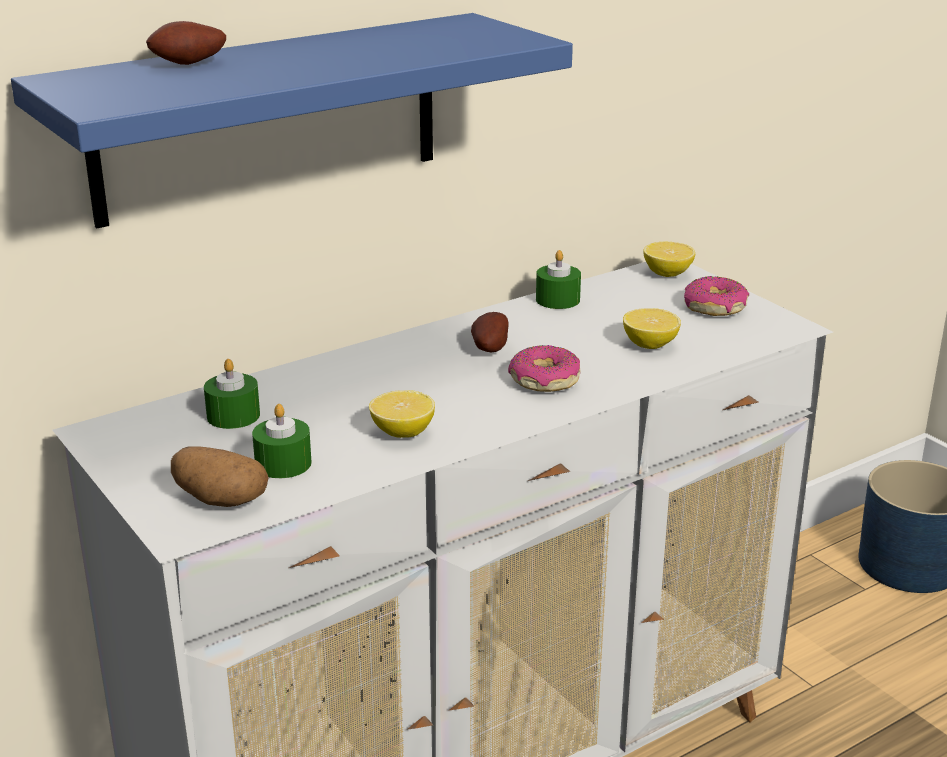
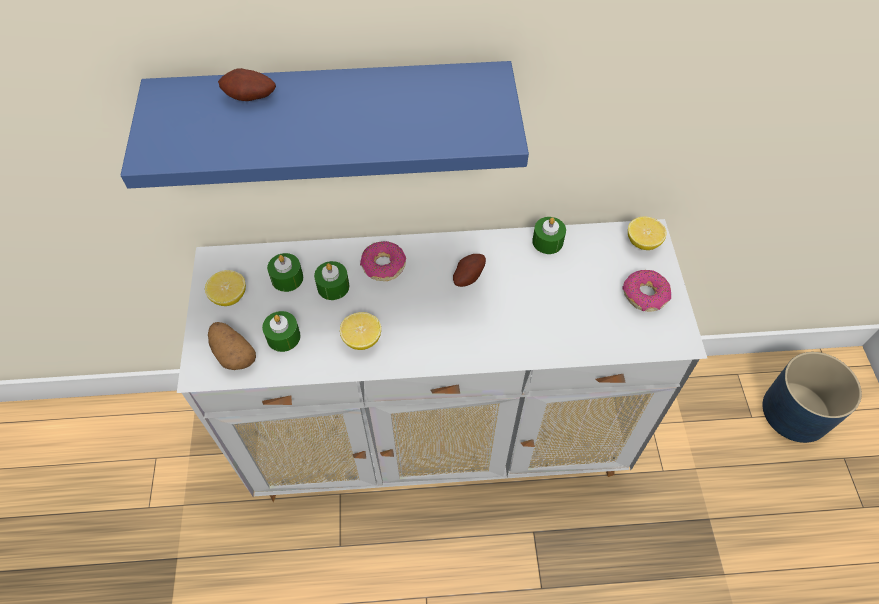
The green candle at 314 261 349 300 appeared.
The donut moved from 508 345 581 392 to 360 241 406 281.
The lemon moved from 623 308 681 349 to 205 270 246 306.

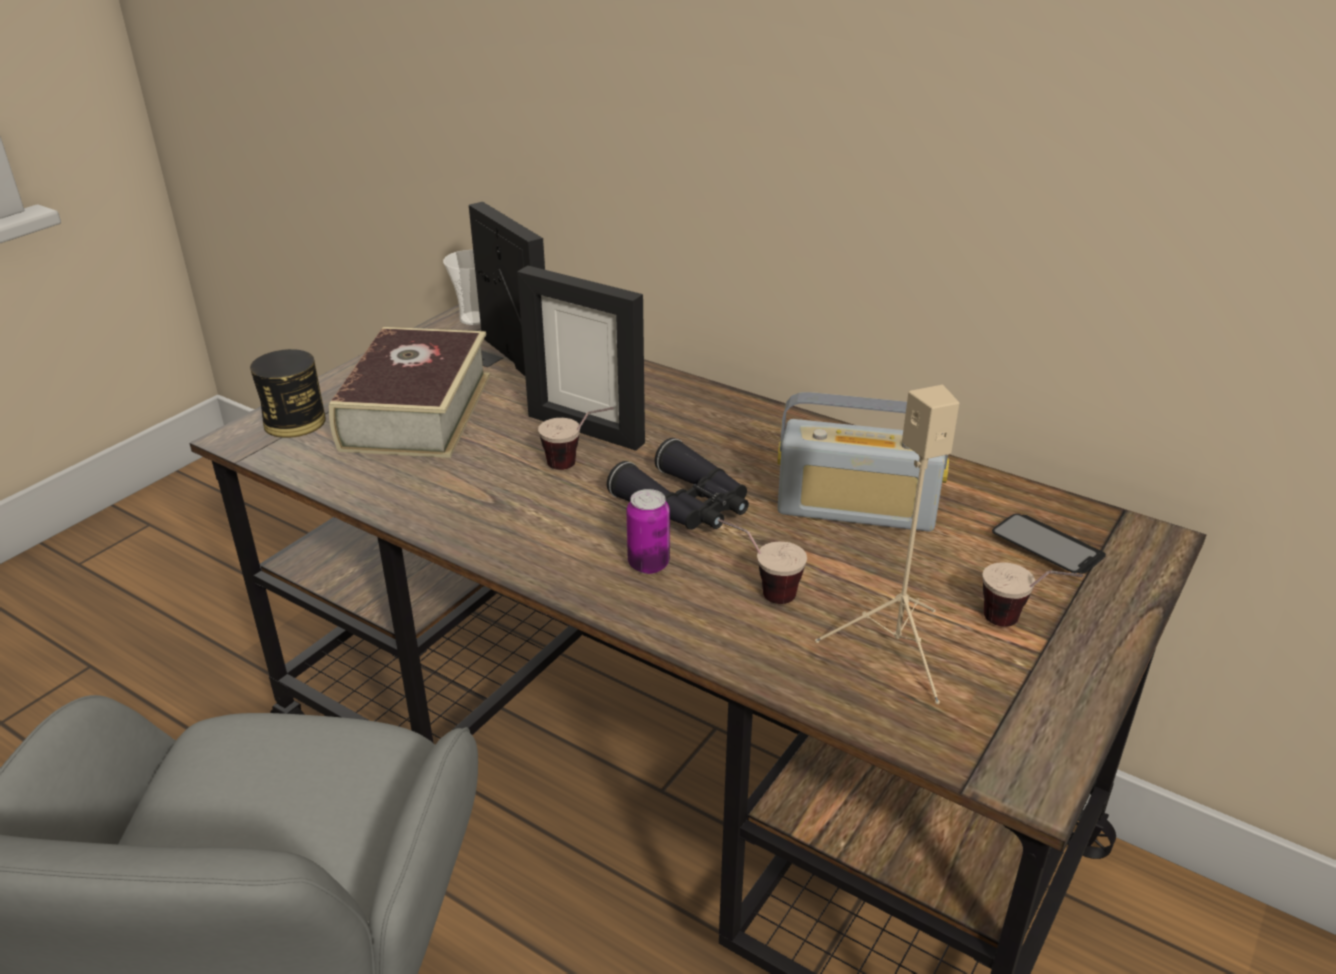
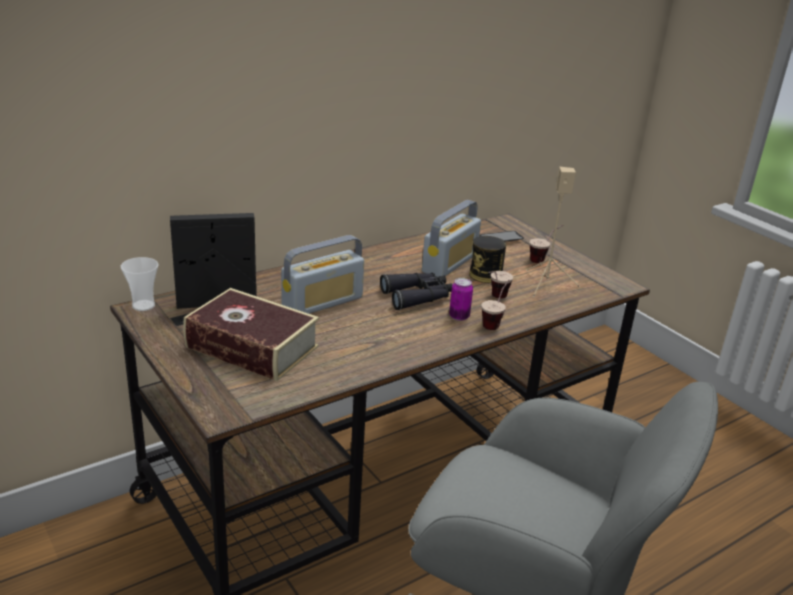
The can moved from 250 349 326 438 to 469 236 506 283.
The cup moved from 538 407 614 470 to 481 280 510 330.
The picture frame at 517 266 645 451 was replaced by the radio at 281 235 364 314.

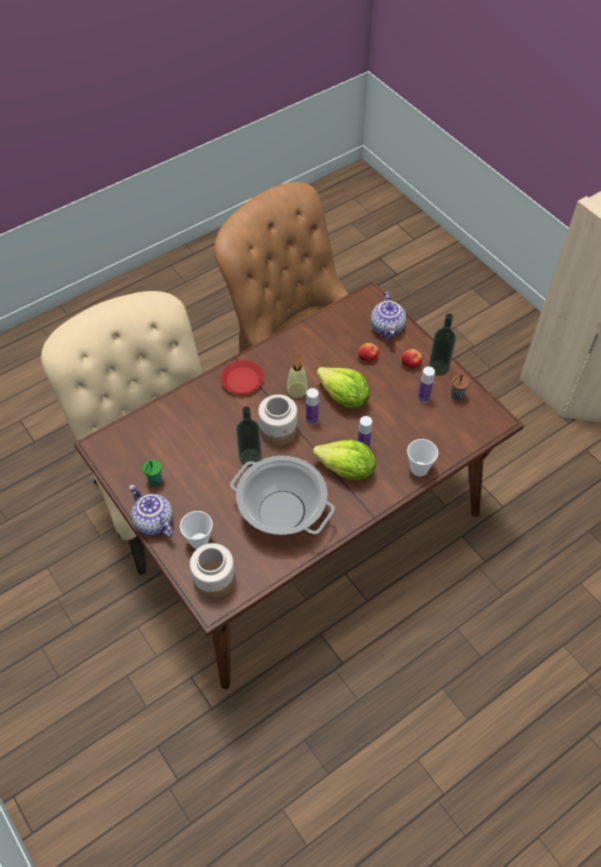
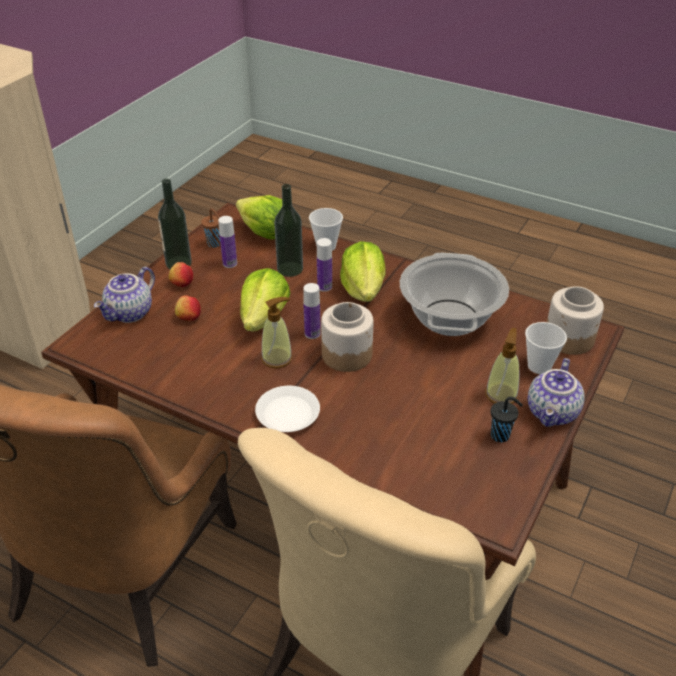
The lettuce at 236 195 282 240 appeared.
The soap dispenser at 485 328 519 404 appeared.
The bottle moved from 236 406 262 467 to 274 184 303 277.
The green cup at 143 460 162 486 became the black cup at 491 396 523 442.
The red plate at 221 360 264 394 became the white plate at 255 386 320 432.
The teapot at 371 292 406 339 turned 150 degrees clockwise.

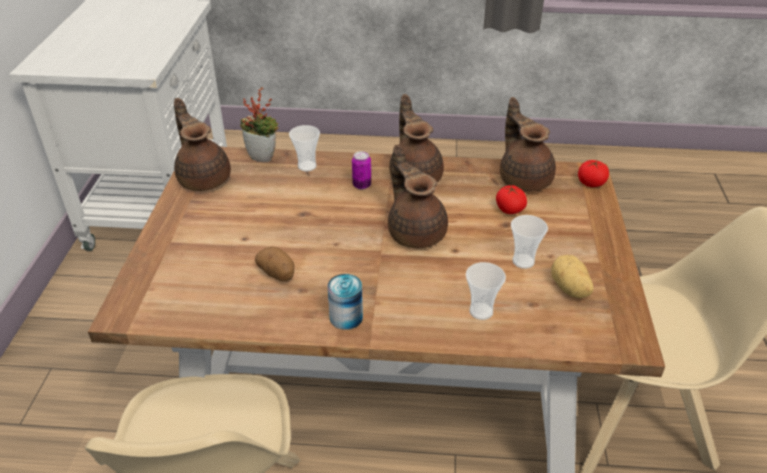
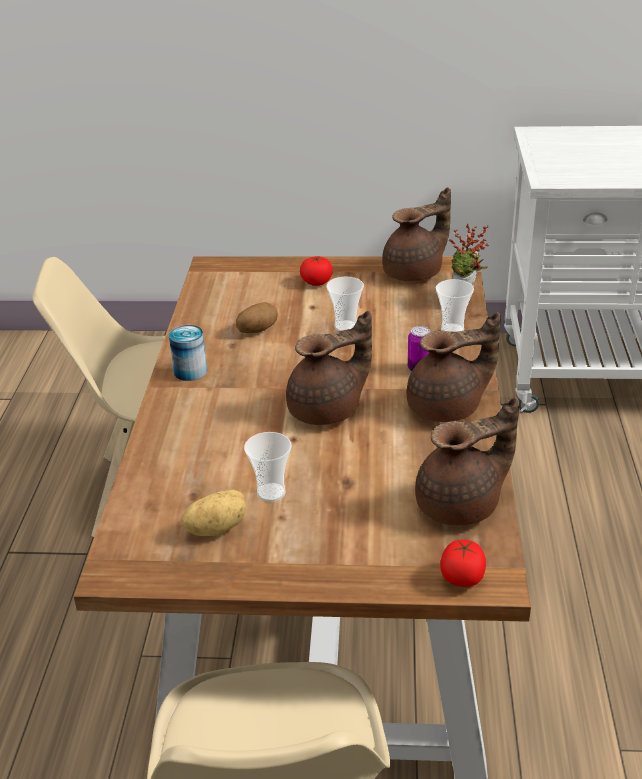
The cup moved from 466 262 506 320 to 326 277 364 331.
The tomato moved from 496 185 527 214 to 300 256 333 286.

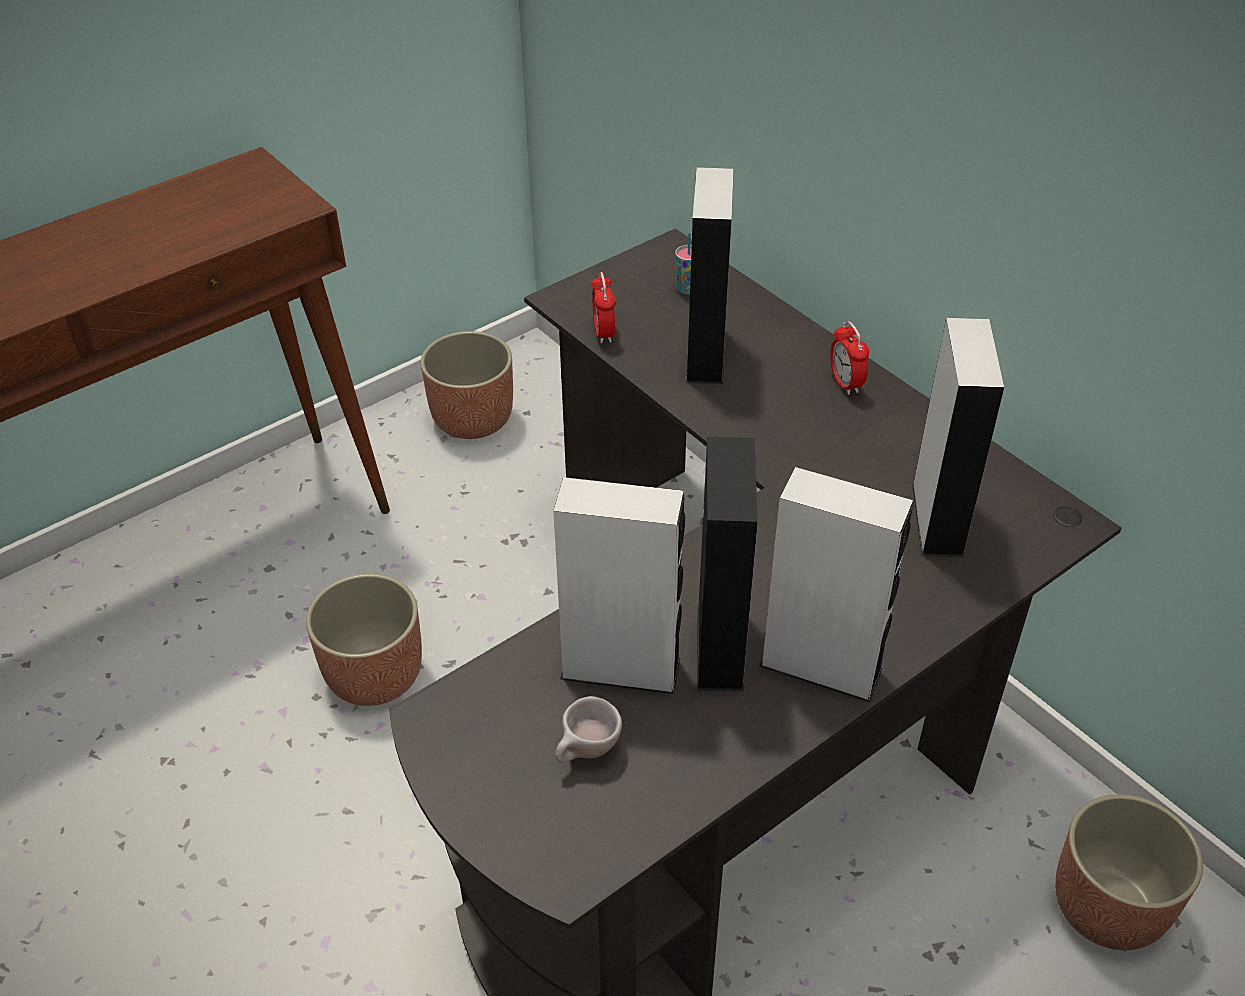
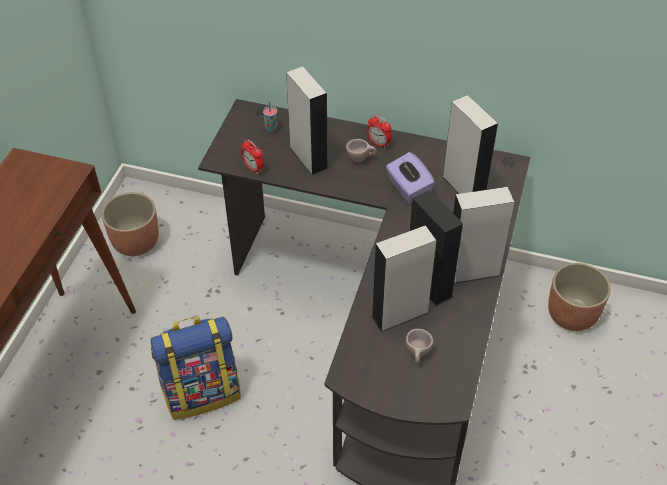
The beige cup at 346 139 376 162 appeared.
The purple tissue box at 386 152 435 204 appeared.
The planter at 306 574 422 706 was replaced by the backpack at 151 316 241 420.

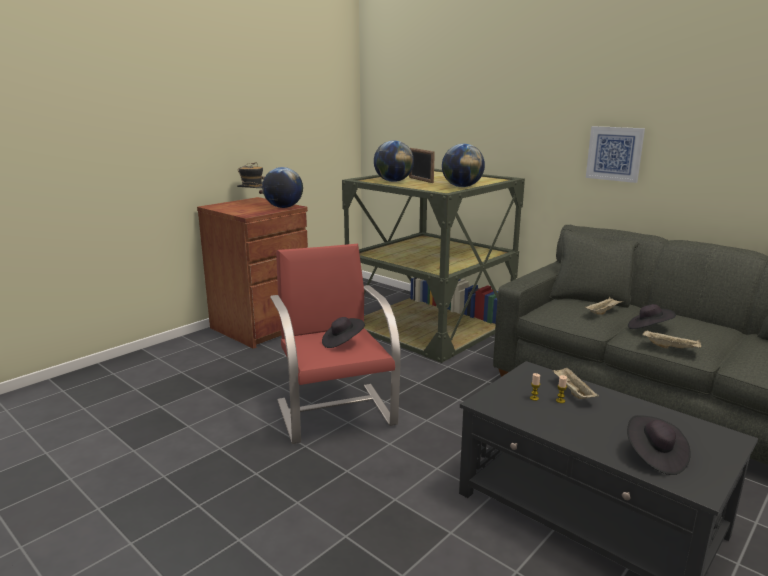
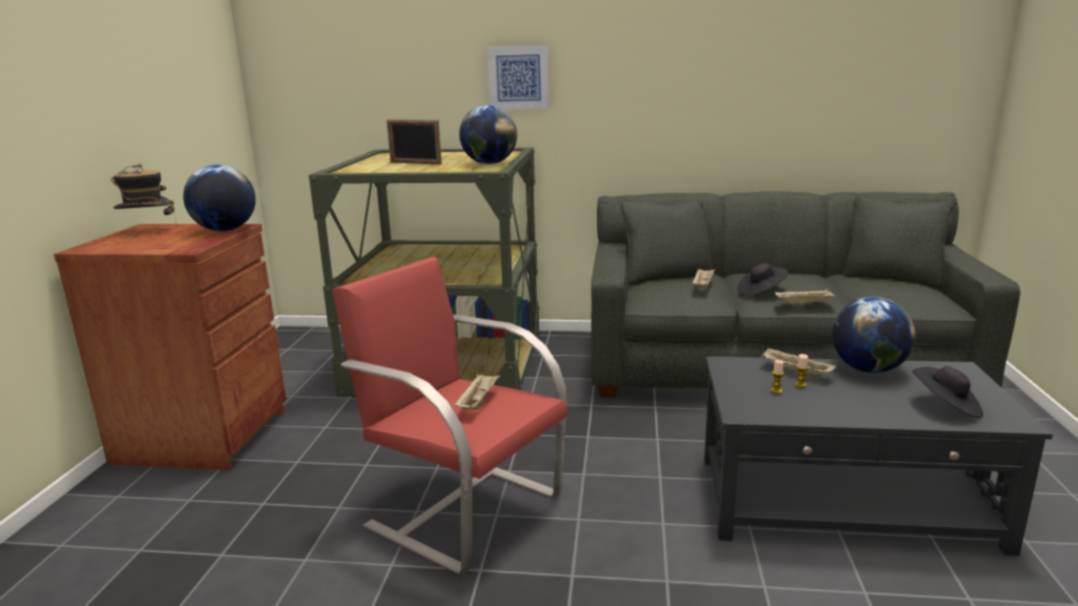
The globe moved from 374 140 414 182 to 832 297 916 373.
The picture moved from 586 126 645 183 to 487 45 549 109.
The black hat at 322 317 365 348 was replaced by the beige tray at 454 373 500 410.

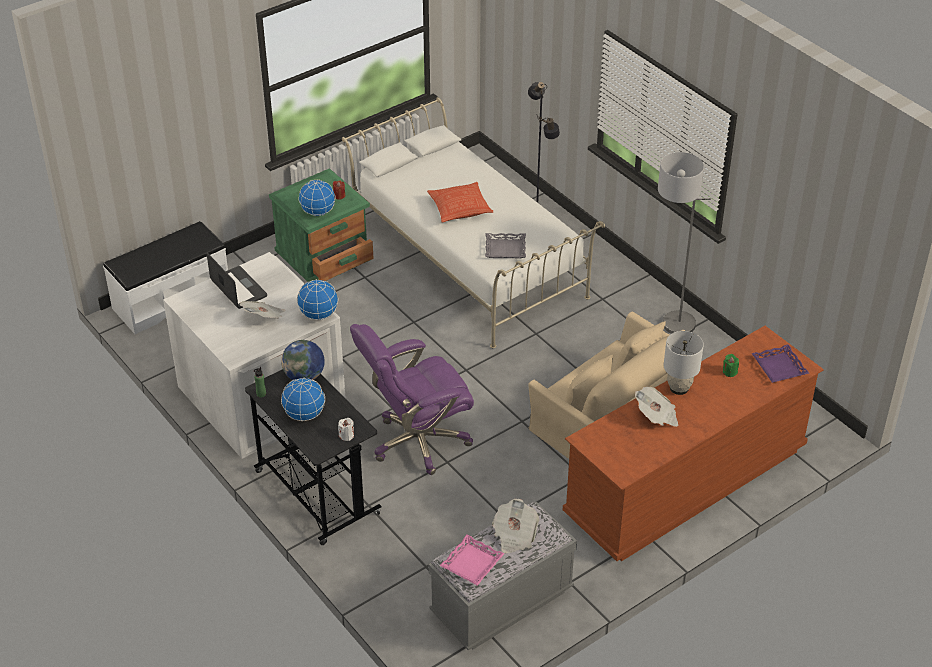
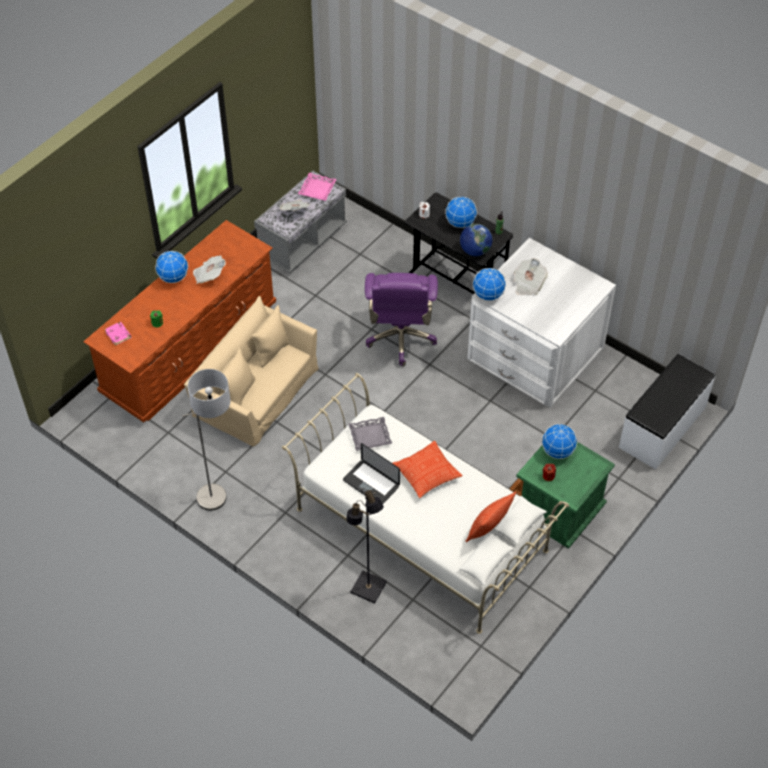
The white table lamp at 664 331 704 395 disappeared.
The globe at 155 251 188 283 appeared.
The orange pillow at 466 491 516 542 appeared.
The laptop moved from 207 253 267 309 to 343 443 400 504.
The purple tray at 752 344 809 383 was replaced by the pink book at 105 322 132 346.
The purple office chair at 350 324 474 475 turned 135 degrees clockwise.

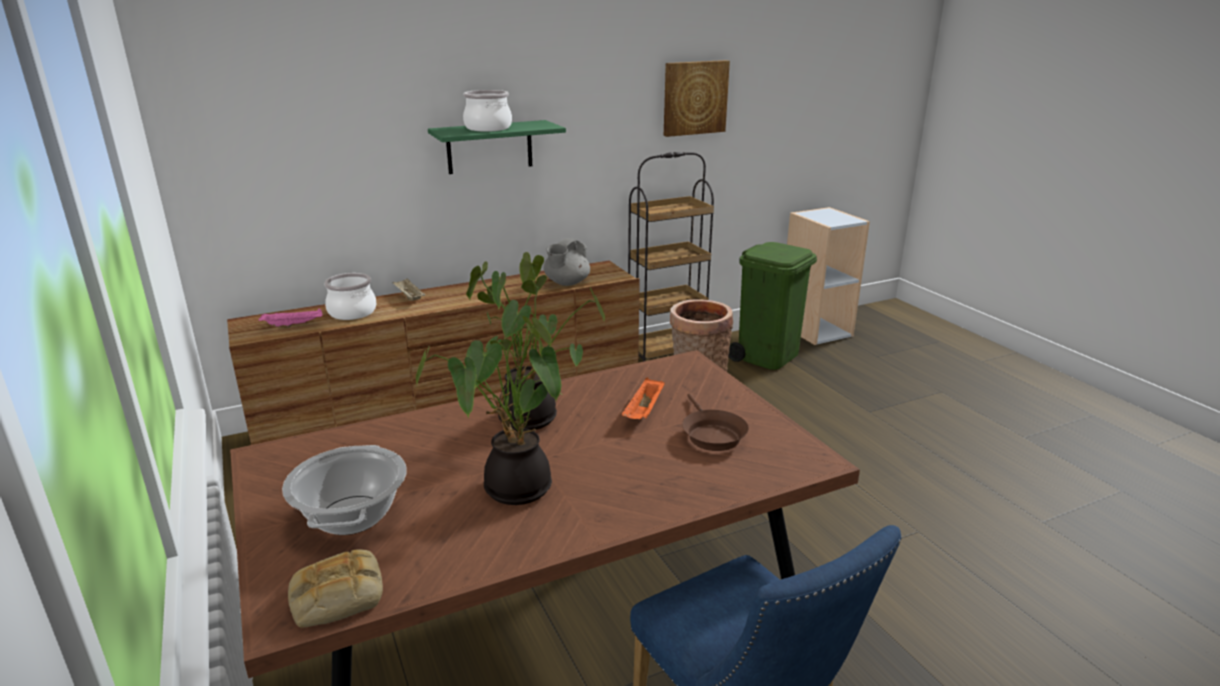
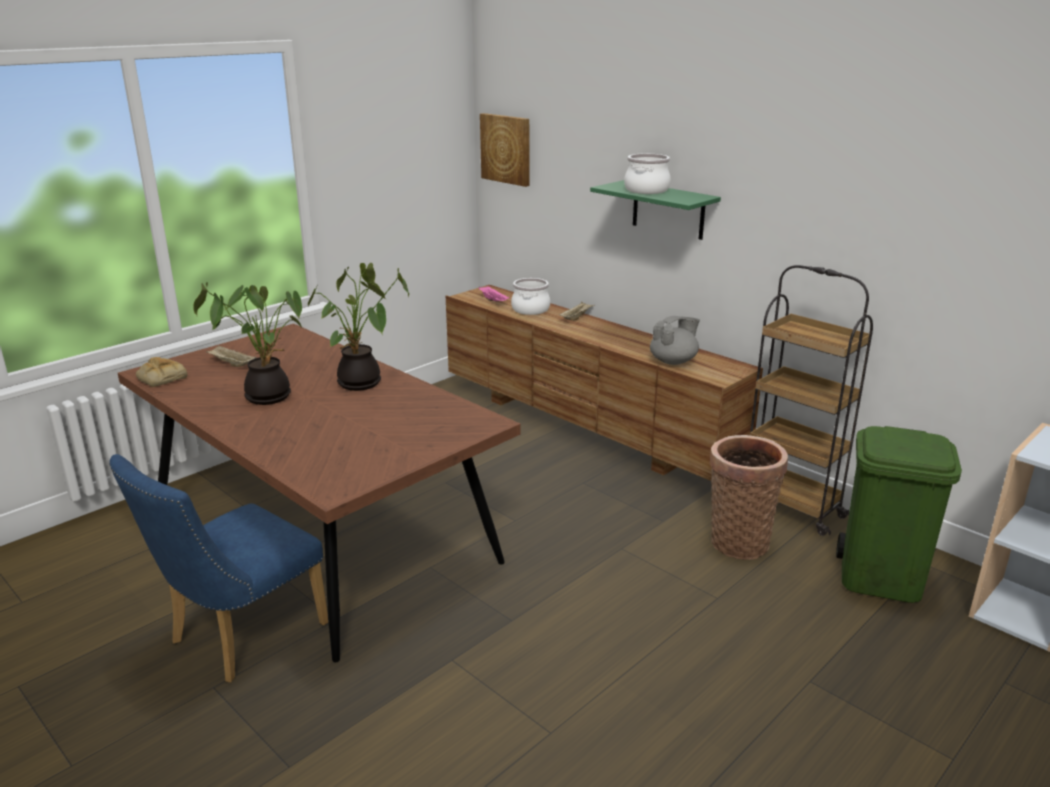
The orange tray at 622 377 665 419 disappeared.
The brown frying pan at 682 394 749 451 disappeared.
The picture moved from 664 60 730 137 to 480 113 530 187.
The cooking pot at 282 445 406 535 was replaced by the beige tray at 206 345 256 367.
The grey teapot at 543 238 590 286 turned 135 degrees clockwise.

